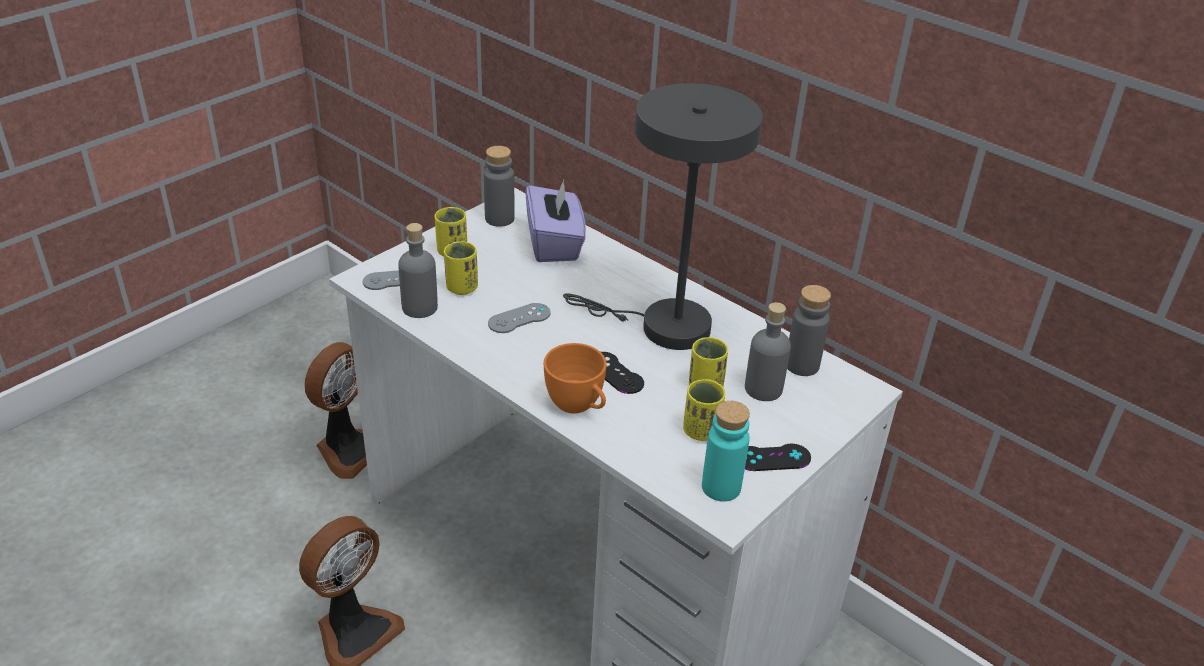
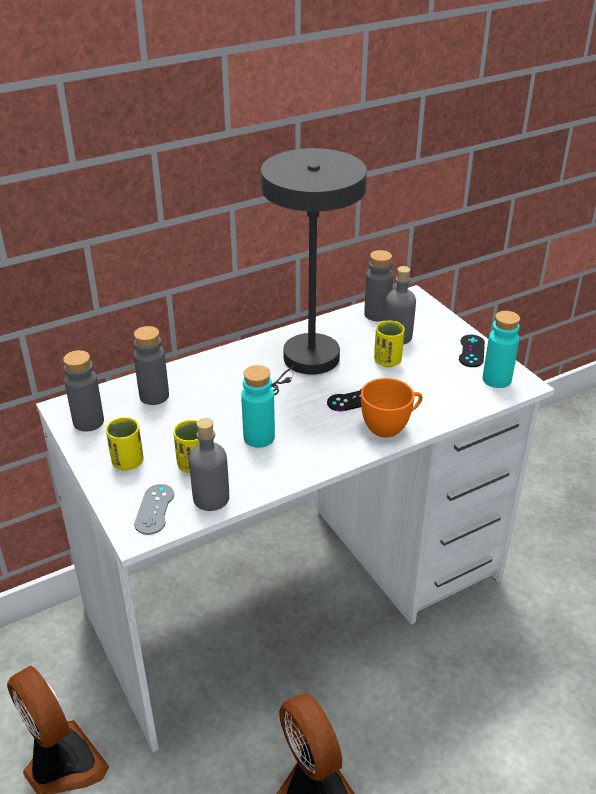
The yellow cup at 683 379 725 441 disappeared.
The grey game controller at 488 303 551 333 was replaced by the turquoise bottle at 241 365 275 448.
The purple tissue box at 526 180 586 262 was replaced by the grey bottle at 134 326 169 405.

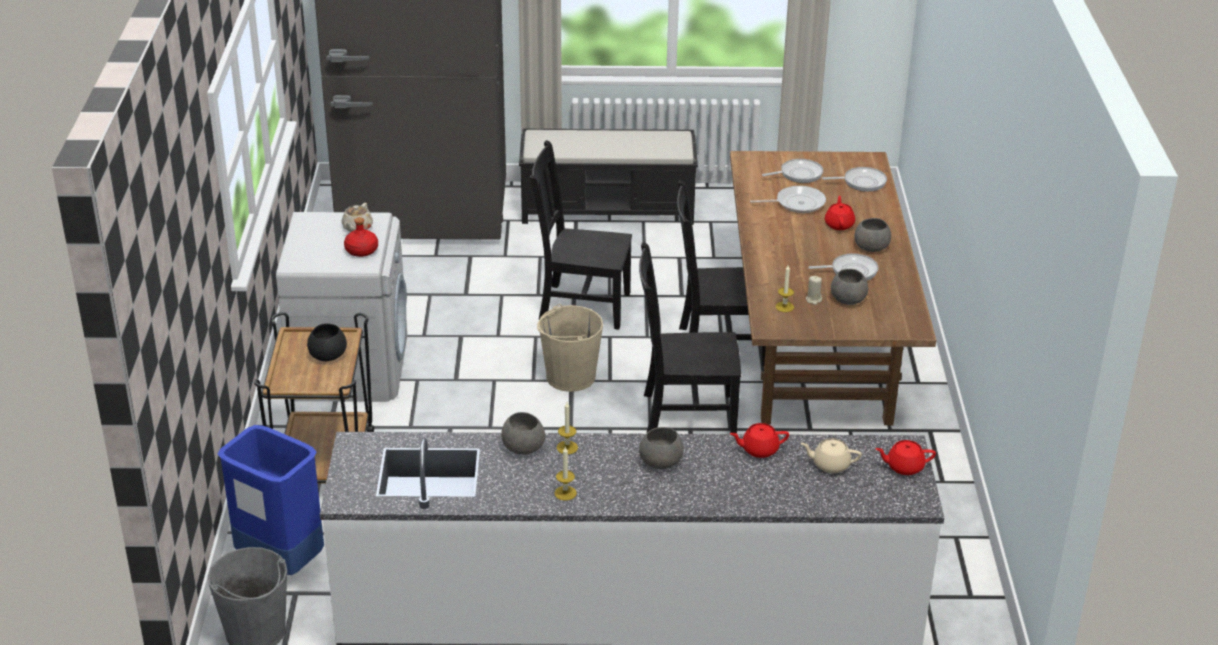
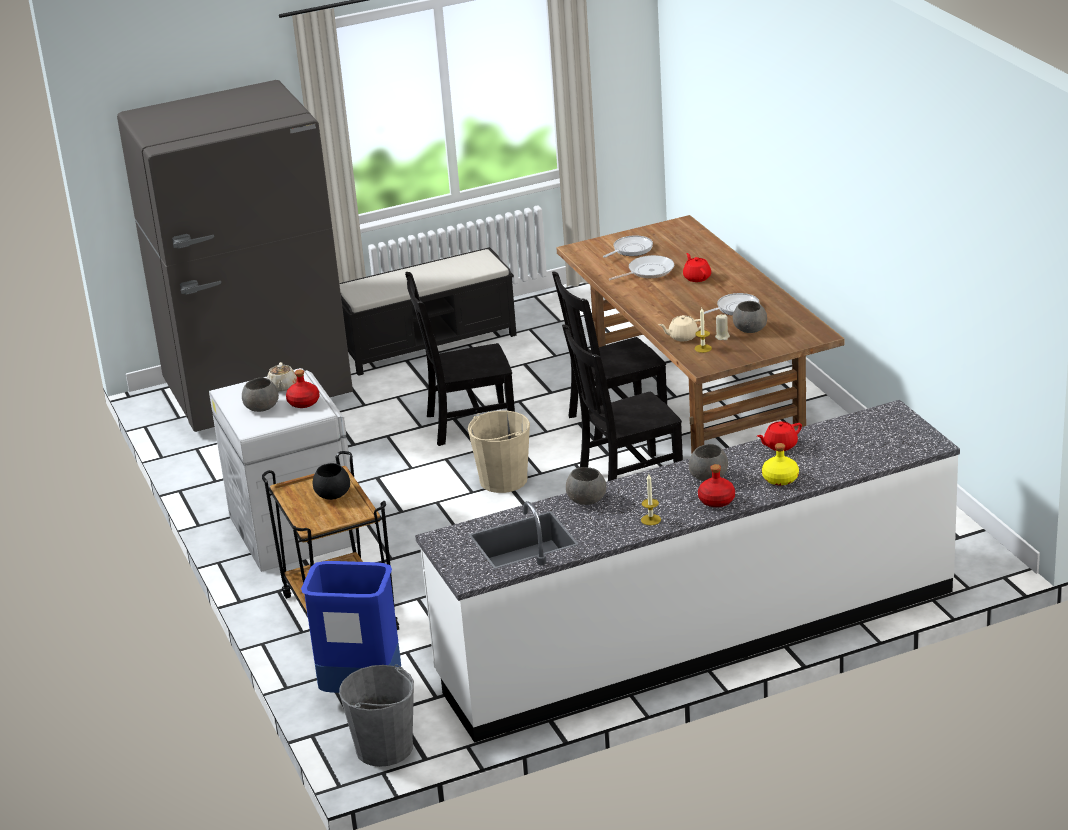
The candle at 557 402 578 454 disappeared.
The frying pan at 822 167 887 192 disappeared.
The red teapot at 875 440 936 475 disappeared.
The red bottle at 698 464 735 507 appeared.
The yellow bottle at 762 443 799 486 appeared.
The beige teapot moved from 801 438 862 473 to 659 315 705 341.
The grey bowl moved from 854 218 891 252 to 242 377 279 412.

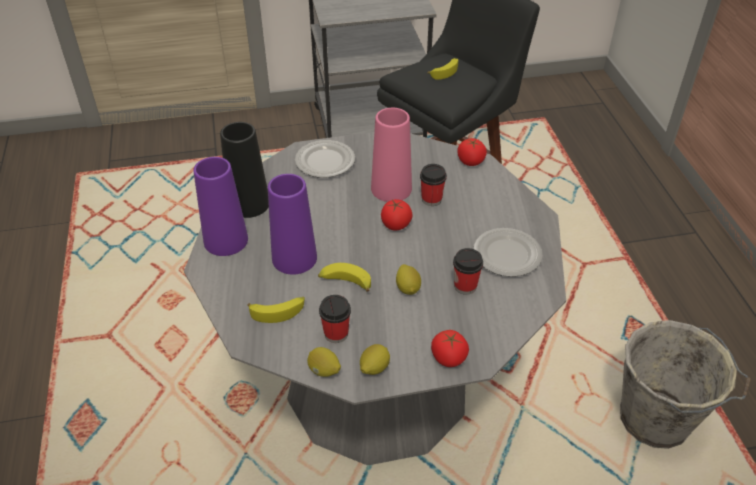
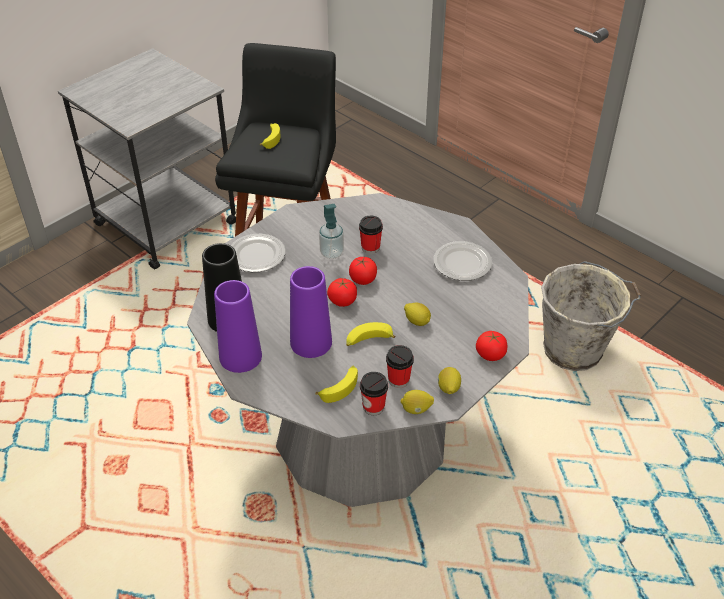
The cup moved from 453 248 483 295 to 360 372 388 415.
The tomato moved from 457 138 487 166 to 327 278 357 307.
The pink vase at 371 108 412 202 was replaced by the soap dispenser at 319 204 344 259.

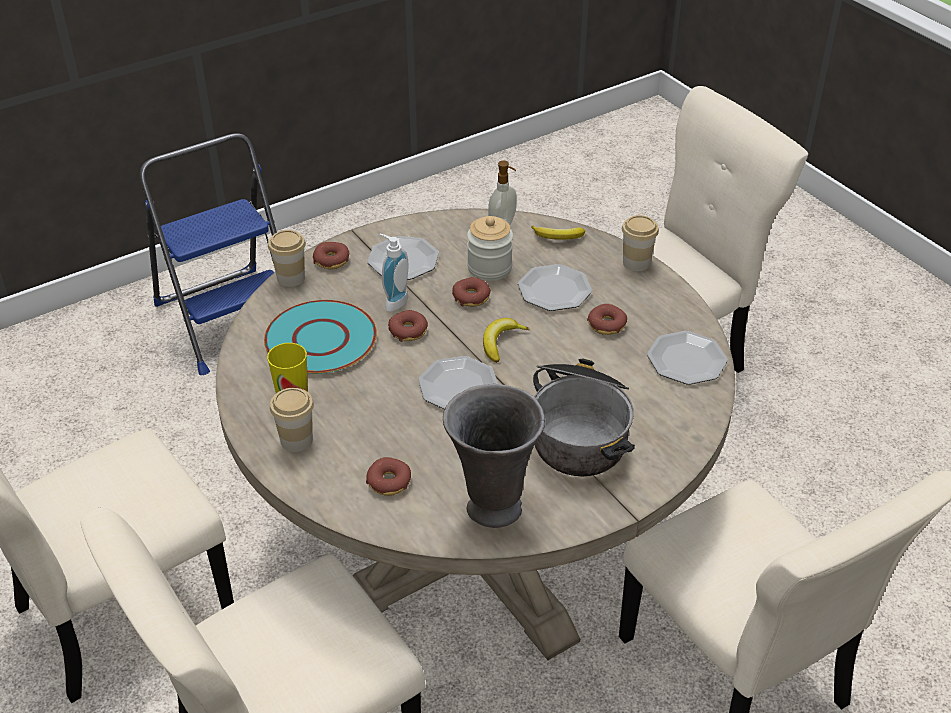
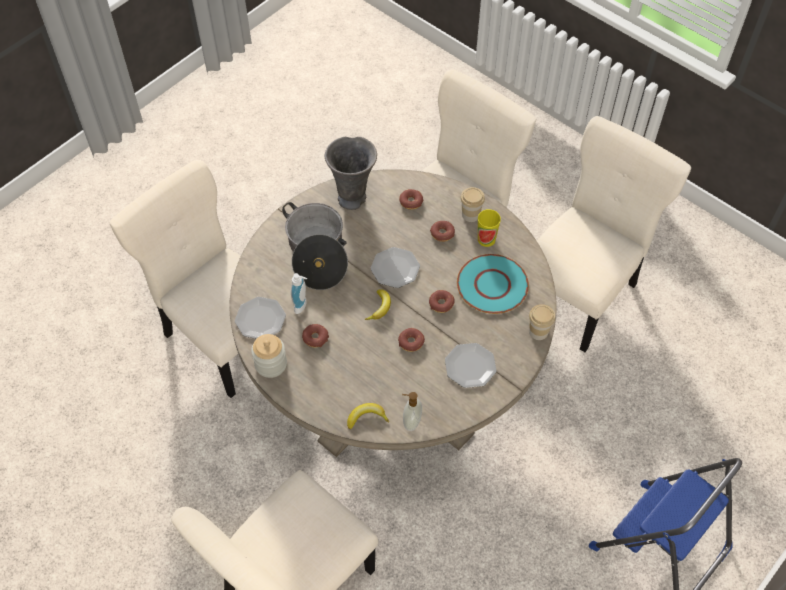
The plate at 518 264 592 311 disappeared.
The cup at 622 215 659 271 disappeared.
The donut moved from 313 242 349 269 to 430 221 455 242.
The soap dispenser moved from 379 234 409 312 to 291 273 307 314.
The jar moved from 467 216 513 281 to 251 334 287 378.

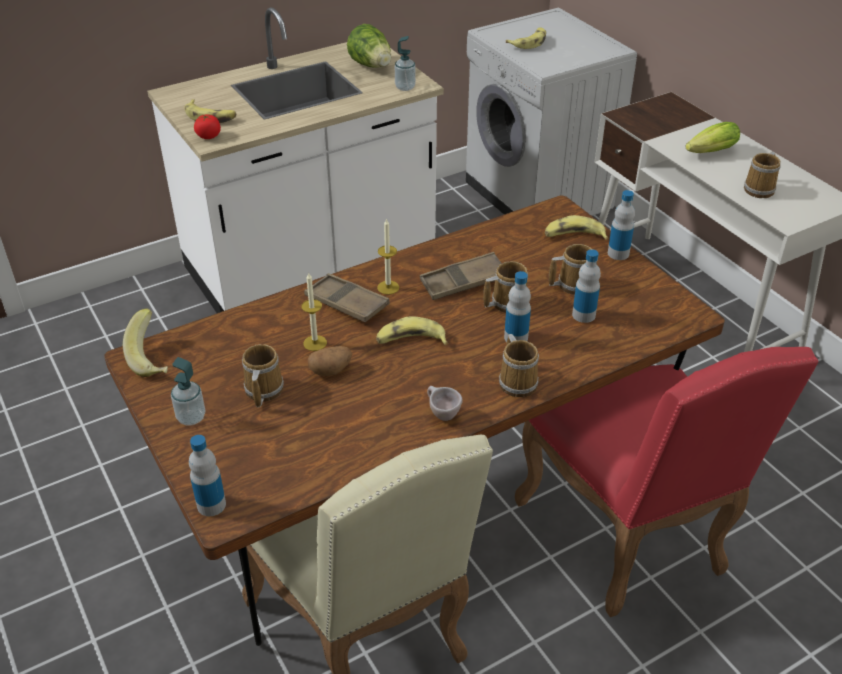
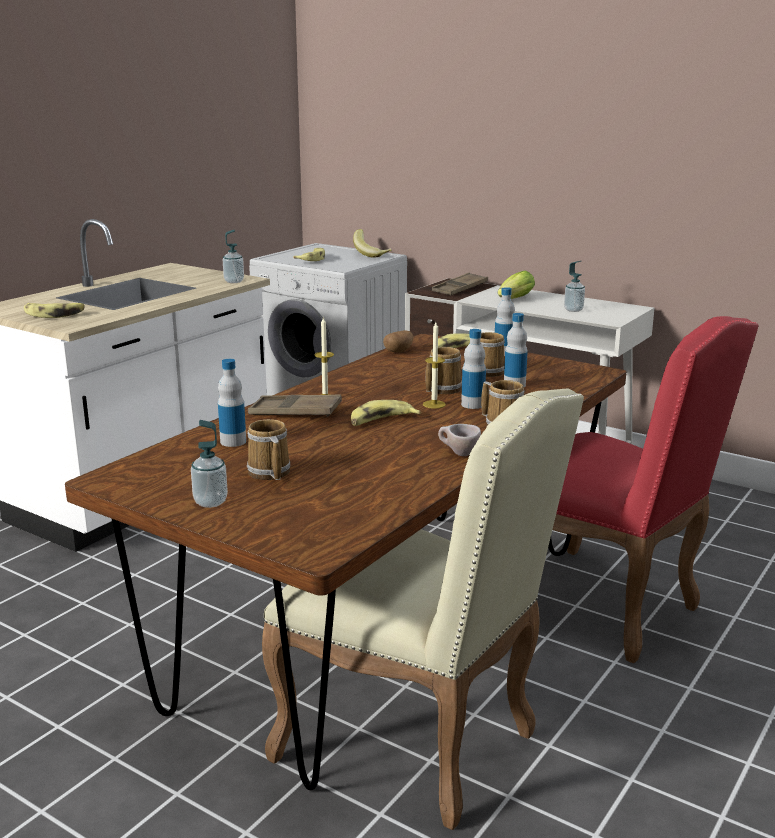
The tomato at 194 114 221 139 disappeared.
The lettuce at 347 24 391 68 disappeared.
The banana moved from 123 308 168 377 to 353 229 392 258.
The bottle moved from 189 435 226 516 to 218 359 246 447.
The candle moved from 301 272 327 351 to 423 322 446 409.
The potato moved from 308 346 352 376 to 383 330 414 353.
The brown tray moved from 420 252 502 300 to 432 273 488 295.
The mug at 744 152 781 198 was replaced by the soap dispenser at 564 261 585 312.

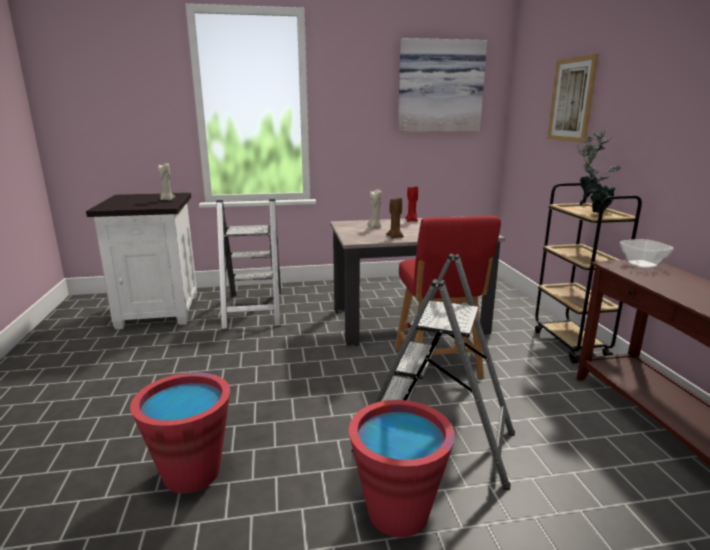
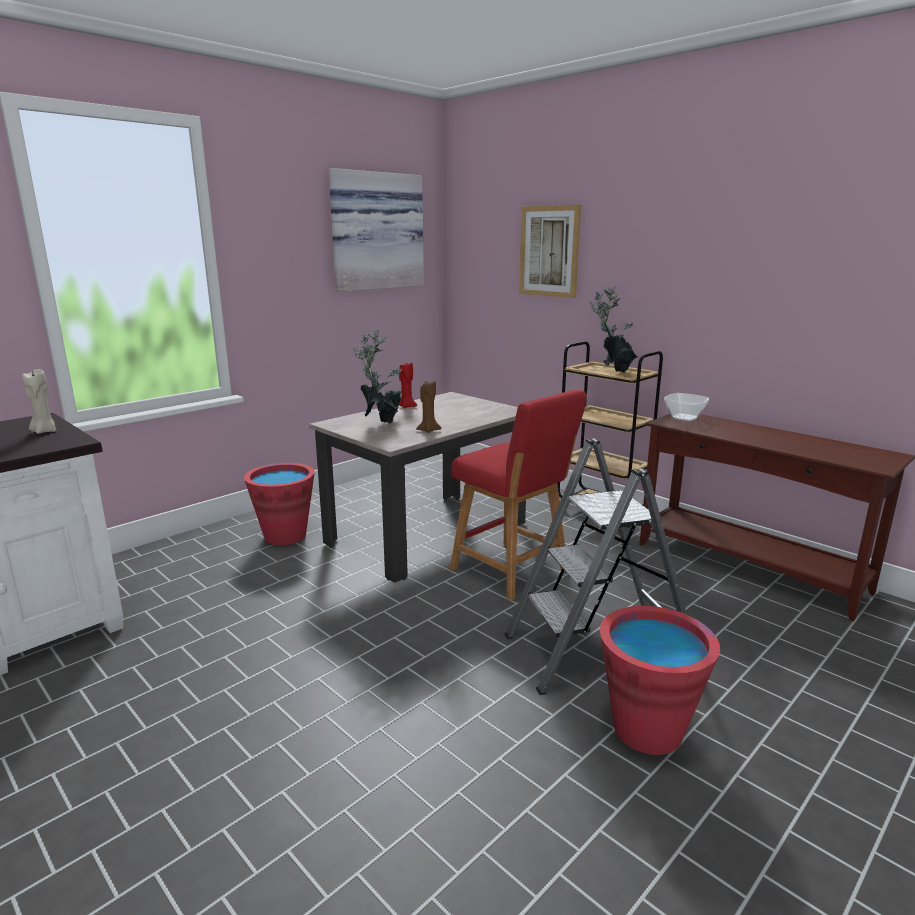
The grey step ladder at 216 199 281 330 disappeared.
The red bucket moved from 130 372 230 494 to 244 463 315 545.
The beige candle at 367 189 381 228 was replaced by the potted plant at 351 329 402 424.

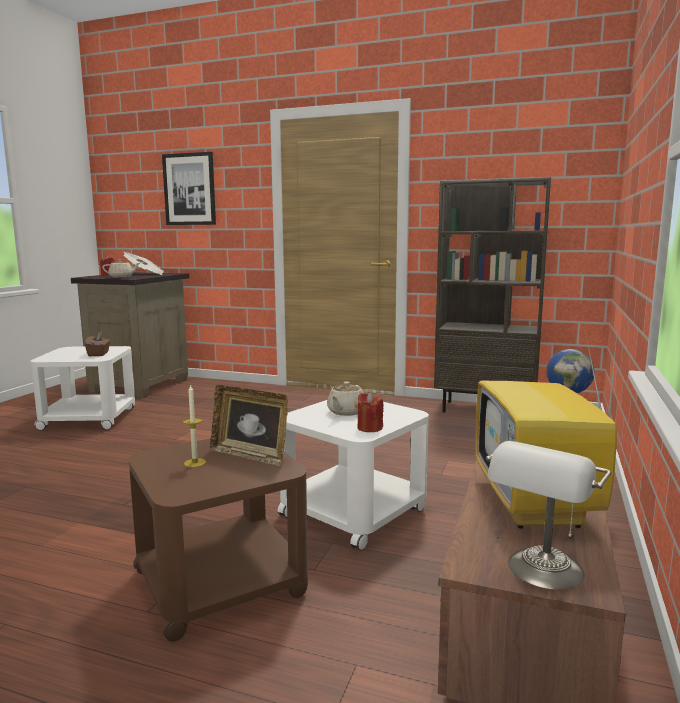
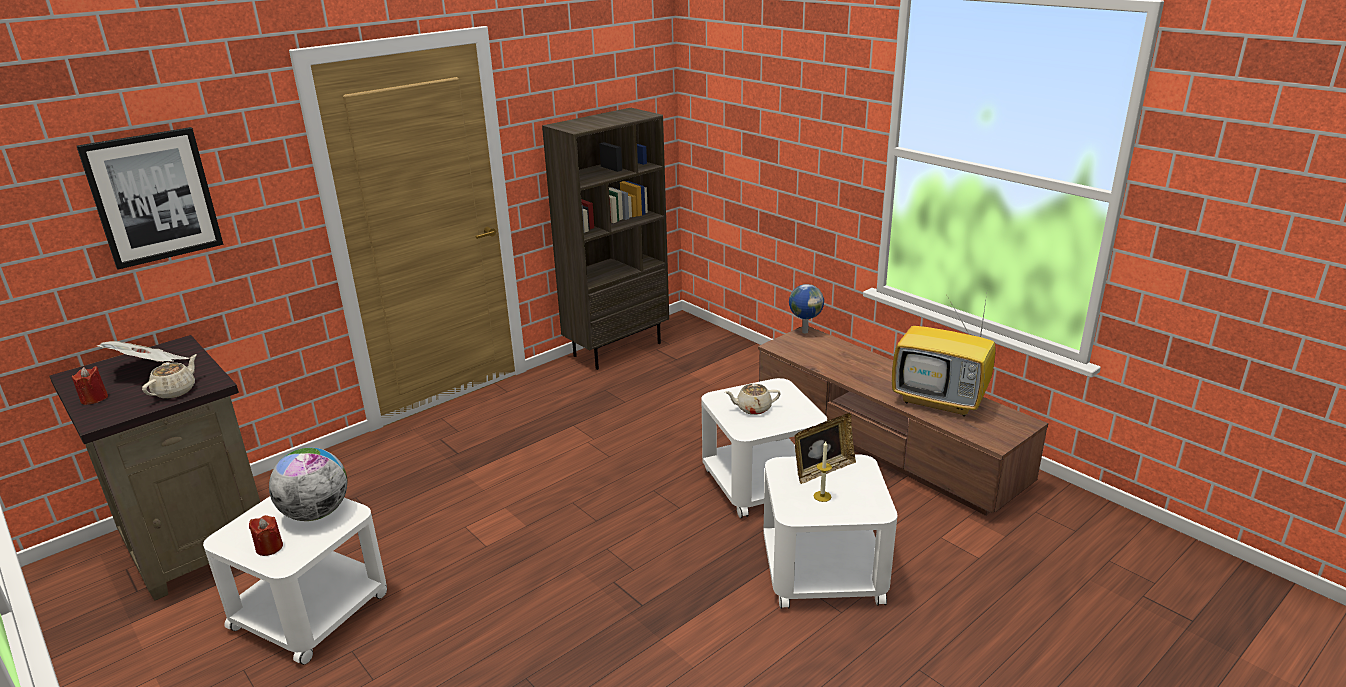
The white table lamp at 486 441 611 590 disappeared.
The red candle moved from 358 393 384 432 to 249 515 283 556.
The brown tissue box at 85 331 110 356 was replaced by the globe at 269 448 347 521.
The brown side table at 129 439 308 642 became the white side table at 763 454 898 609.
The beige teapot at 327 381 363 416 turned 120 degrees clockwise.

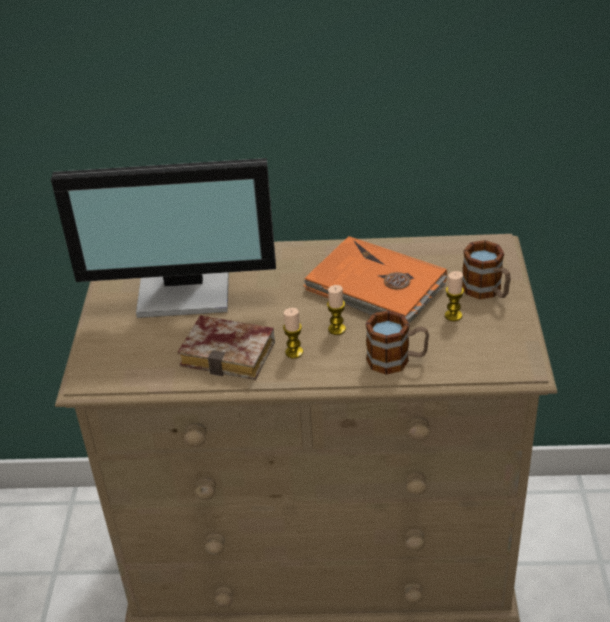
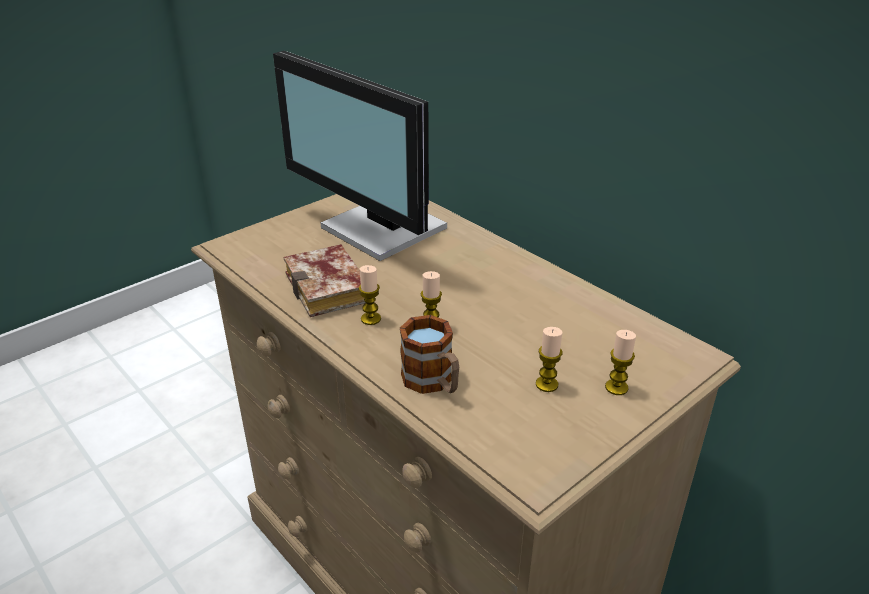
The orange book at 303 236 447 323 disappeared.
The mug at 462 240 511 299 was replaced by the candle at 605 330 636 395.

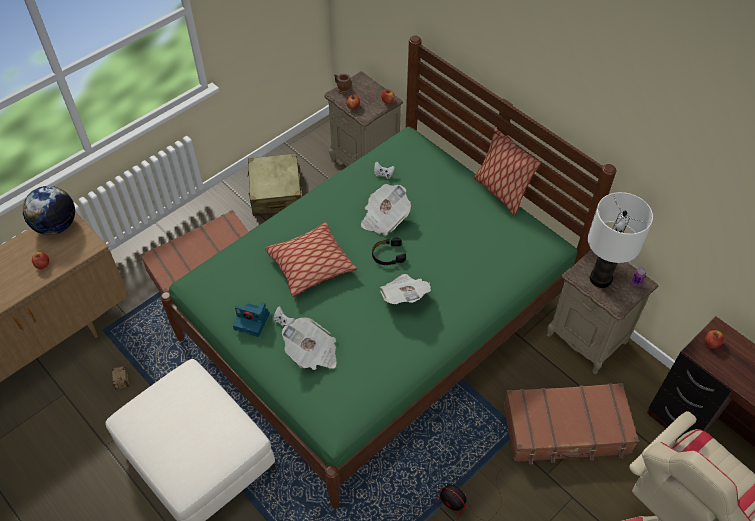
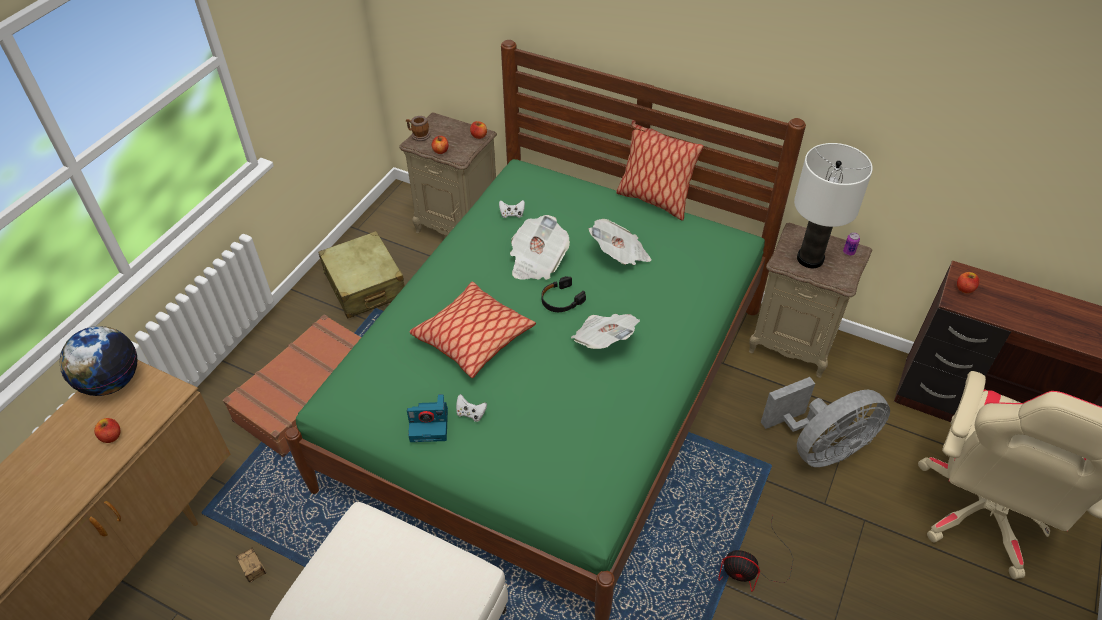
The newspaper moved from 282 317 337 370 to 589 219 652 265.
The brown suitcase at 503 383 639 464 was replaced by the grey fan at 761 377 890 467.

